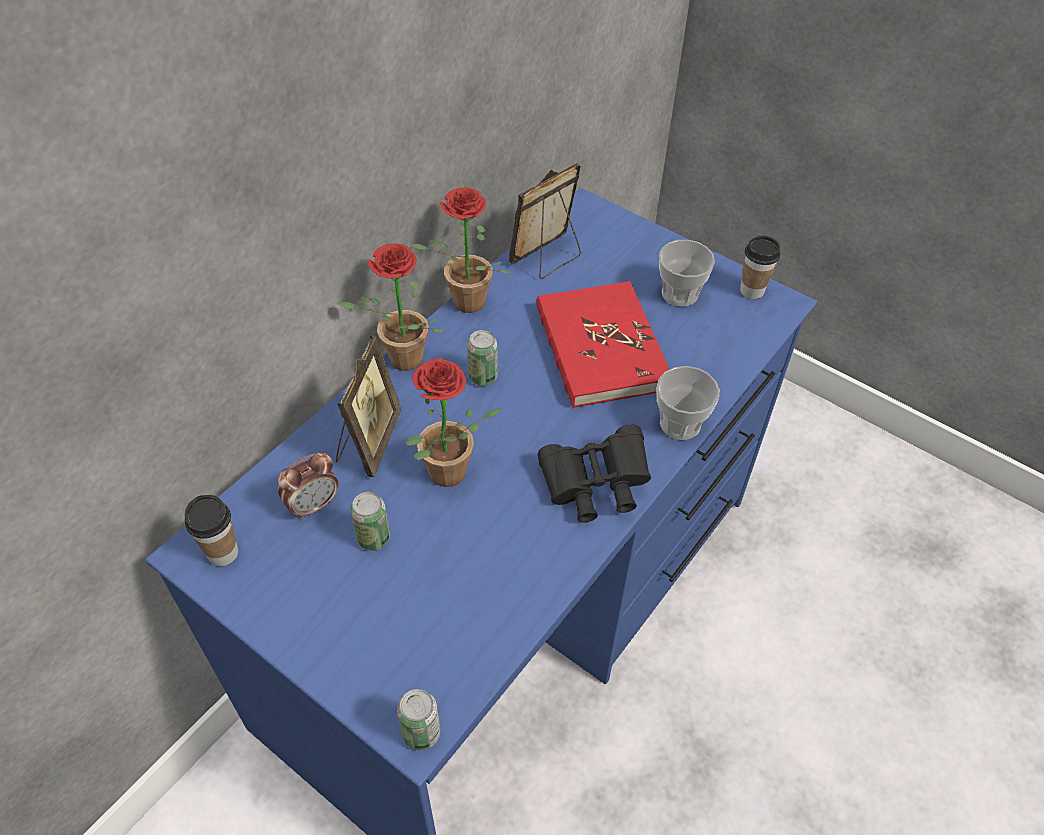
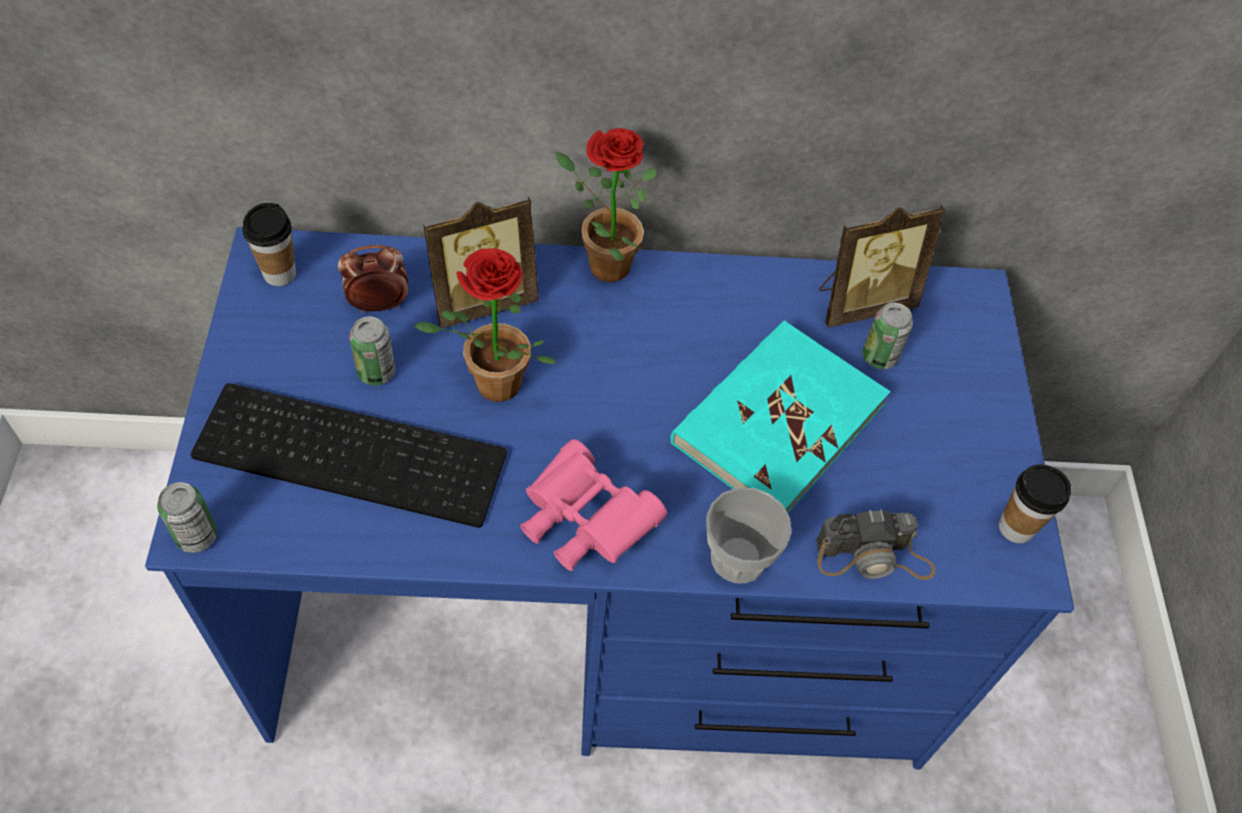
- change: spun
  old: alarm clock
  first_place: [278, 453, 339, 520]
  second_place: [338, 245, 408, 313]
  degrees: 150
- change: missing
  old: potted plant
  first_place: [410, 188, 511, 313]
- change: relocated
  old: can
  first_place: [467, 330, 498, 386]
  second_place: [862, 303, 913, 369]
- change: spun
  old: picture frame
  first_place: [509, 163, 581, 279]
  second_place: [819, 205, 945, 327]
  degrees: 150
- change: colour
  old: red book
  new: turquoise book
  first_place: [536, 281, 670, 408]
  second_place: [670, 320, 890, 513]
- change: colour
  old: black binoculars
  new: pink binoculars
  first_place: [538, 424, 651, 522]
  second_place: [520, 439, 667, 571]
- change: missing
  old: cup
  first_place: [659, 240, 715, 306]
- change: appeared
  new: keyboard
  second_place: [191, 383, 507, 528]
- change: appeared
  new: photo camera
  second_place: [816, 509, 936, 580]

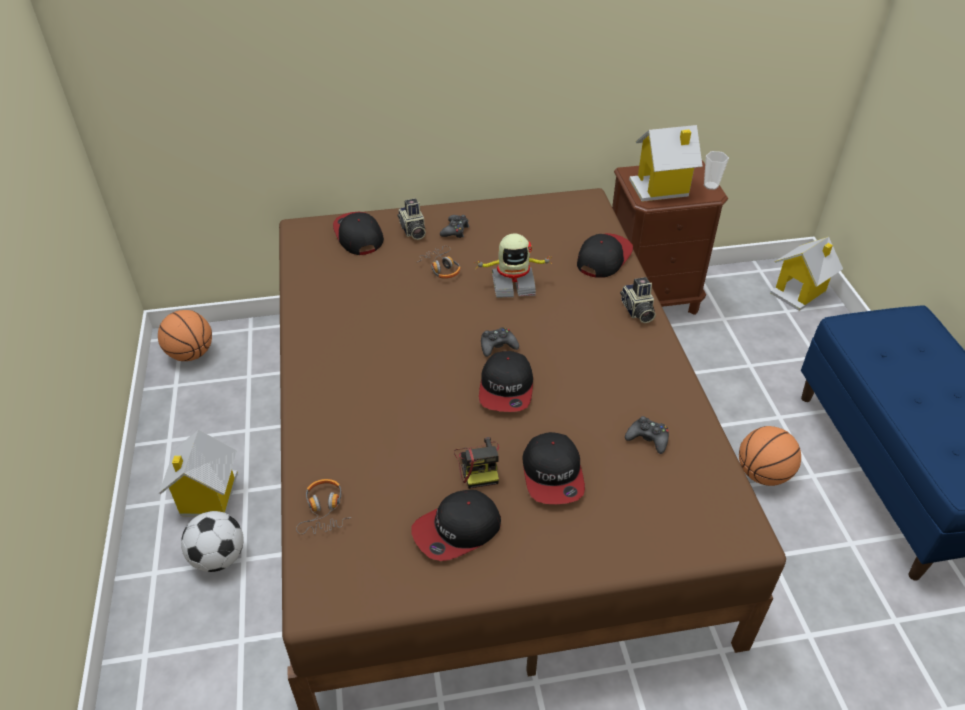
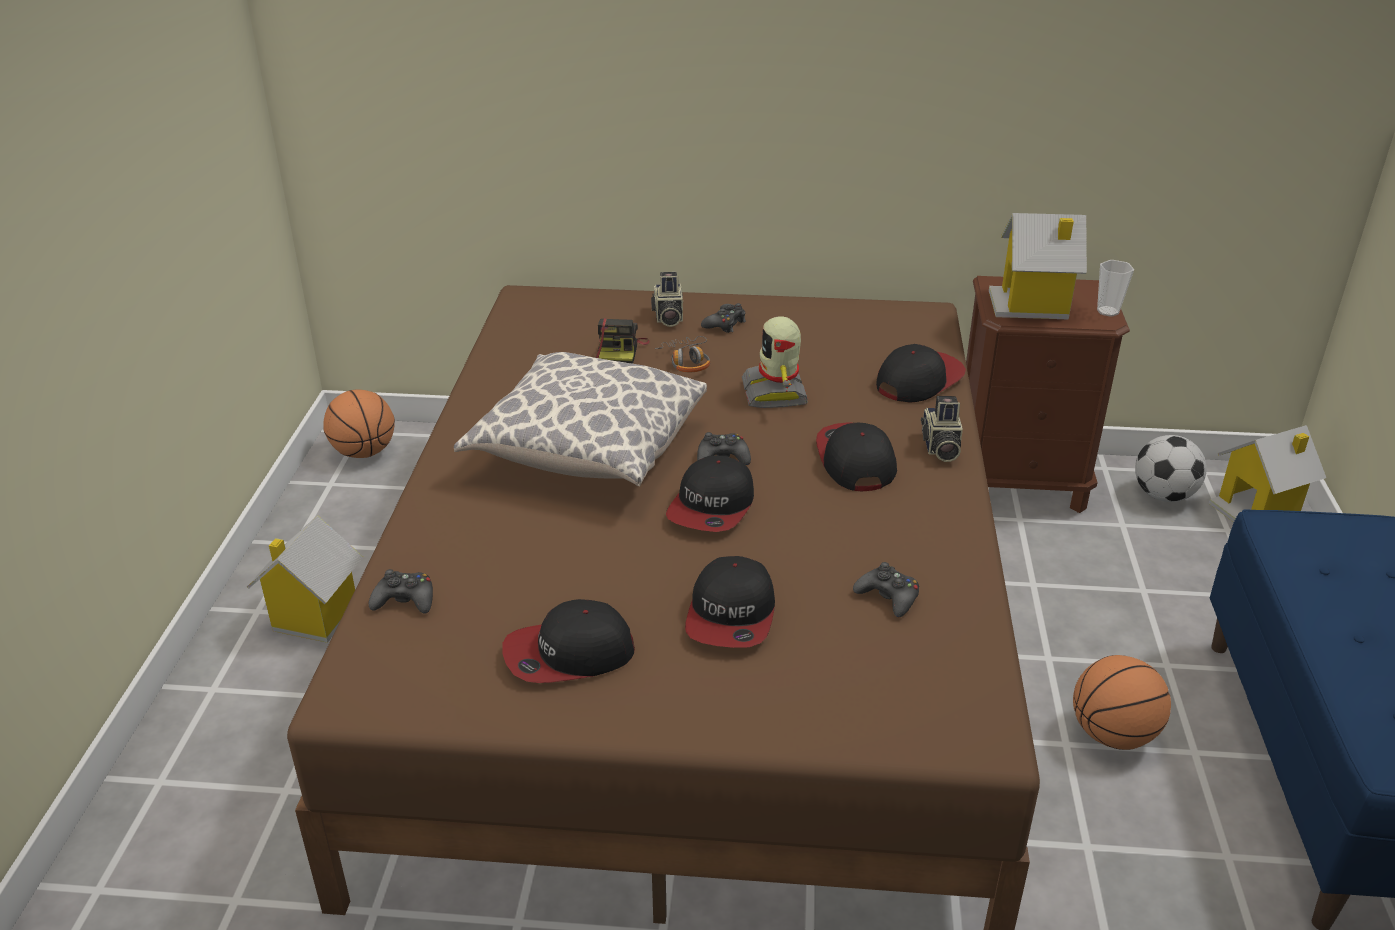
- change: relocated
  old: football
  first_place: [181, 511, 244, 572]
  second_place: [1135, 435, 1207, 502]
- change: exchanged
  old: headphones
  new: black game controller
  first_place: [296, 479, 352, 534]
  second_place: [369, 569, 433, 613]
- change: relocated
  old: cap
  first_place: [333, 212, 384, 255]
  second_place: [816, 422, 897, 492]
- change: relocated
  old: photo camera
  first_place: [454, 437, 499, 489]
  second_place: [596, 318, 650, 364]
- change: spun
  old: toy robot
  first_place: [474, 234, 553, 298]
  second_place: [742, 316, 808, 408]
  degrees: 75
- change: appeared
  new: pillow
  second_place: [454, 352, 707, 486]

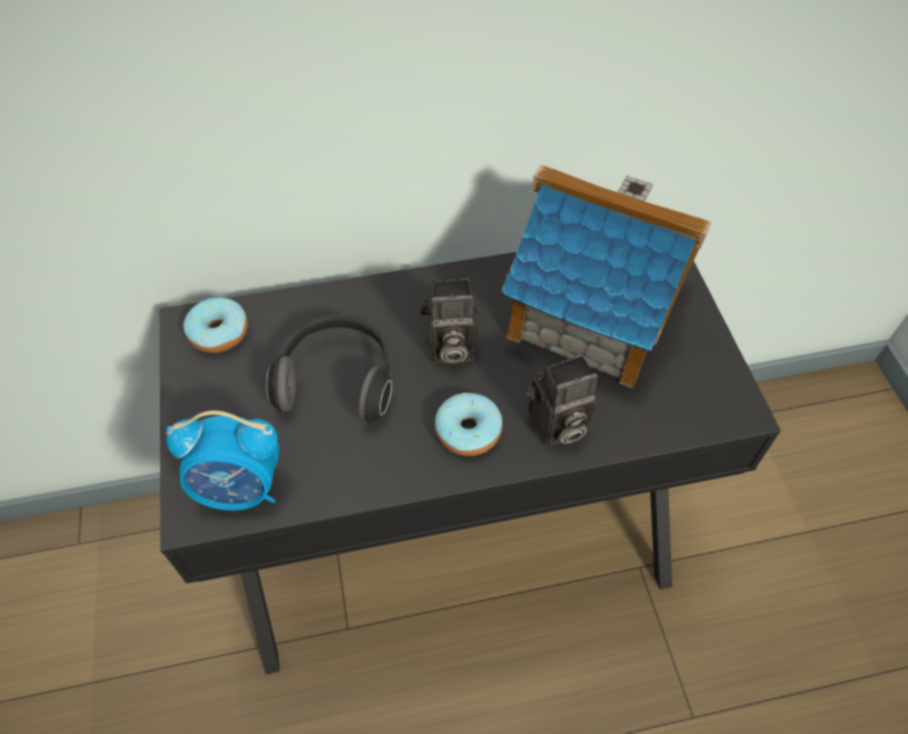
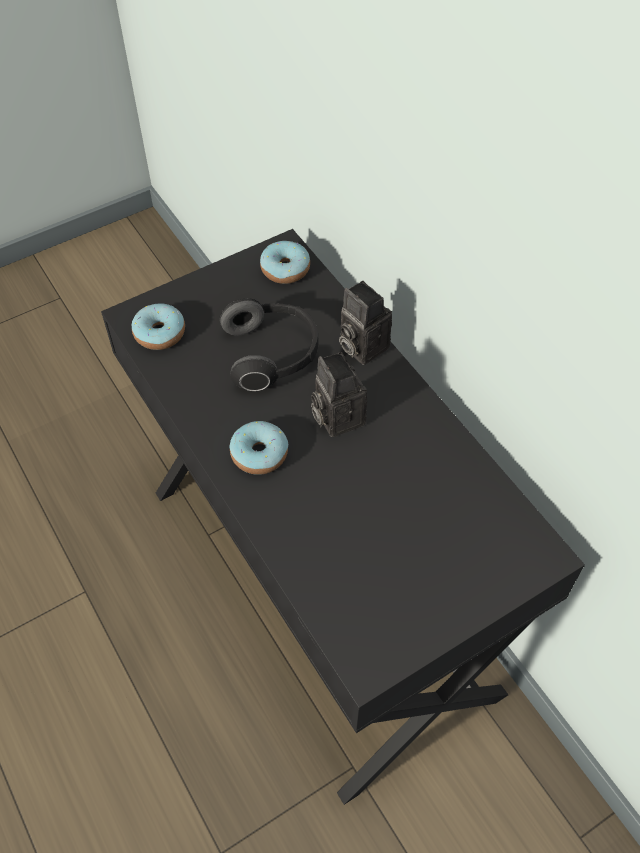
- change: exchanged
  old: alarm clock
  new: donut
  first_place: [166, 410, 280, 511]
  second_place: [132, 303, 185, 350]
- change: missing
  old: toy house
  first_place: [501, 164, 711, 389]
- change: relocated
  old: photo camera
  first_place: [526, 355, 598, 446]
  second_place: [339, 281, 392, 365]

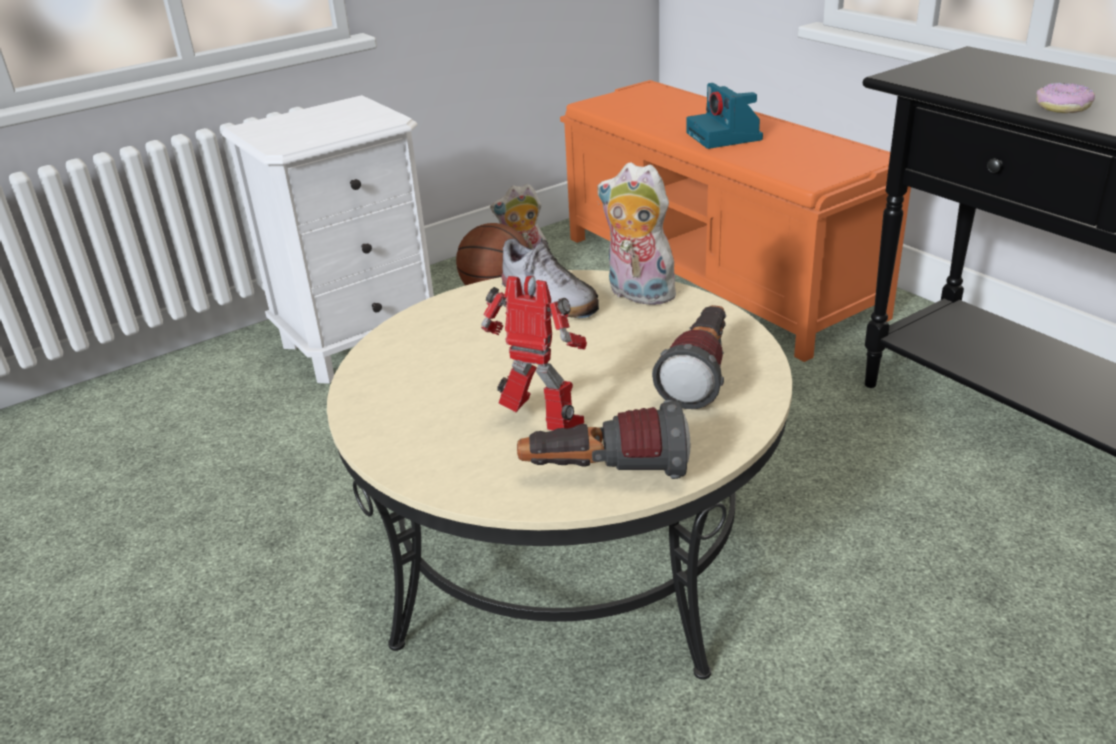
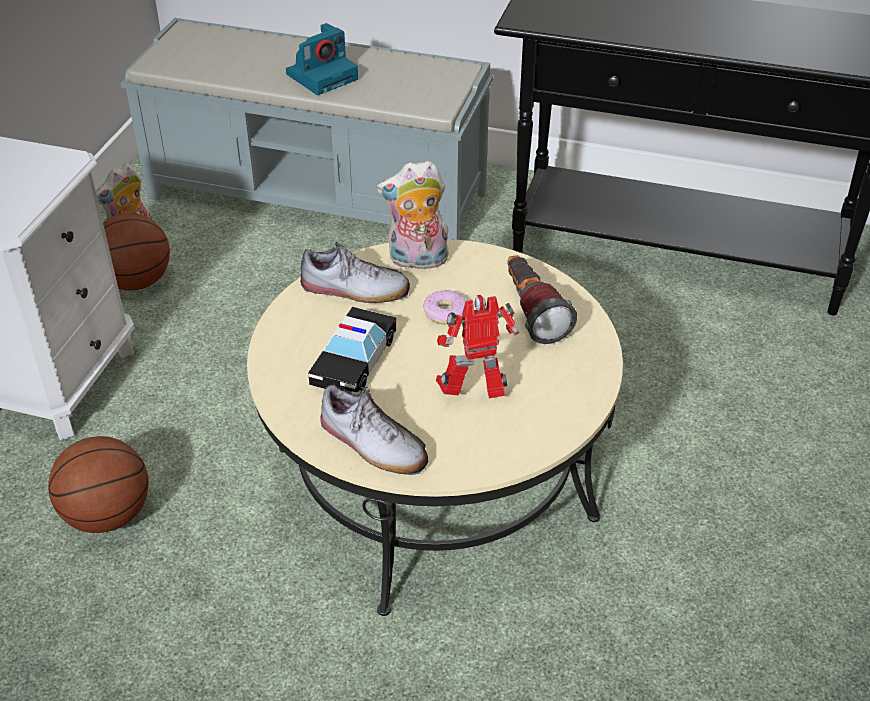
- change: missing
  old: flashlight
  first_place: [517, 400, 690, 479]
- change: colour
  old: orange bench
  new: grey bench
  first_place: [560, 80, 911, 362]
  second_place: [120, 18, 494, 240]
- change: spun
  old: photo camera
  first_place: [686, 83, 763, 149]
  second_place: [286, 23, 358, 95]
  degrees: -75
- change: relocated
  old: donut
  first_place: [1036, 83, 1095, 113]
  second_place: [423, 290, 466, 325]
- change: appeared
  new: basketball
  second_place: [48, 436, 149, 533]
- change: appeared
  new: toy car
  second_place: [308, 307, 396, 392]
- change: appeared
  new: shoe
  second_place: [320, 383, 428, 475]

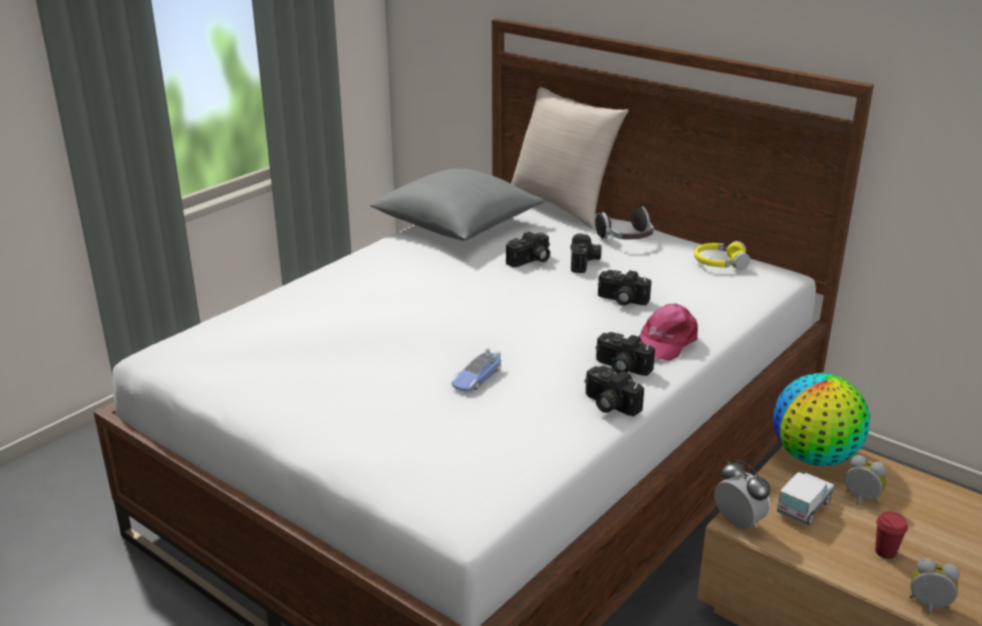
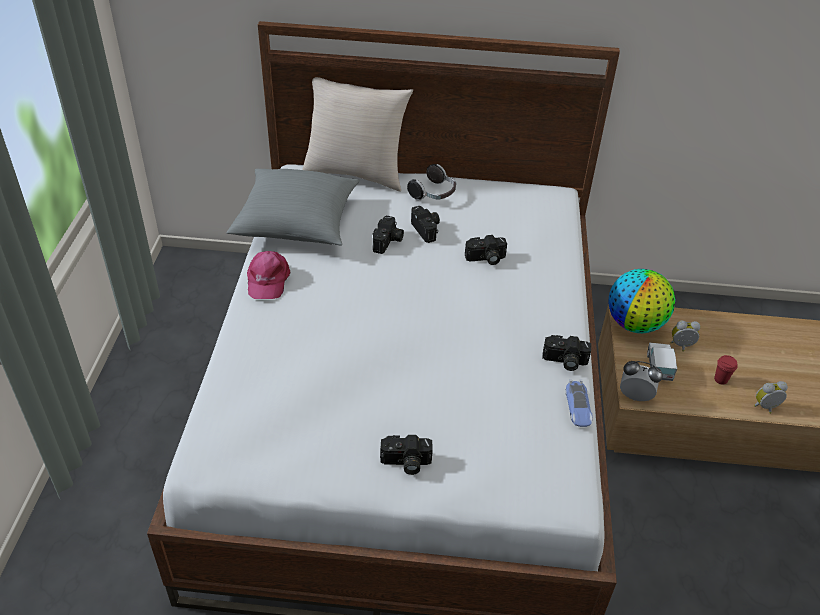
- change: relocated
  old: toy car
  first_place: [451, 348, 501, 392]
  second_place: [565, 379, 593, 427]
- change: relocated
  old: photo camera
  first_place: [596, 332, 655, 376]
  second_place: [380, 435, 433, 475]
- change: relocated
  old: pink cap
  first_place: [639, 303, 698, 361]
  second_place: [247, 251, 291, 299]
- change: missing
  old: yellow headphones
  first_place: [694, 241, 750, 270]

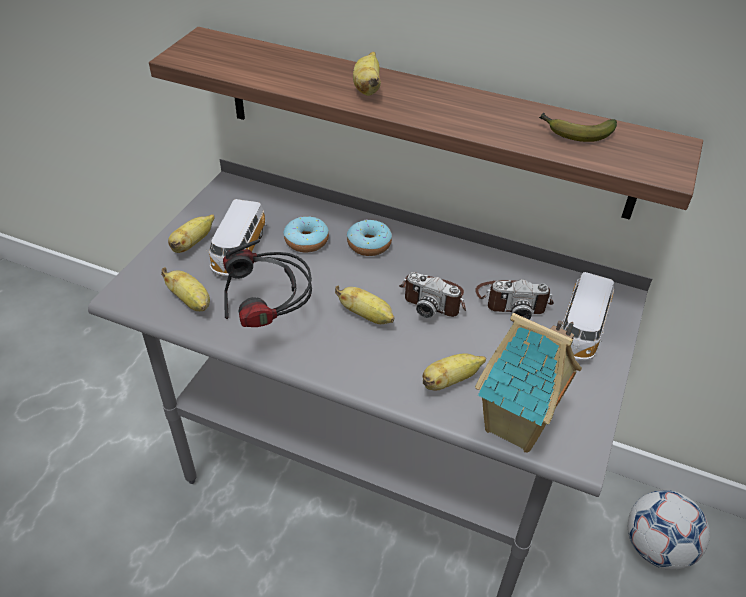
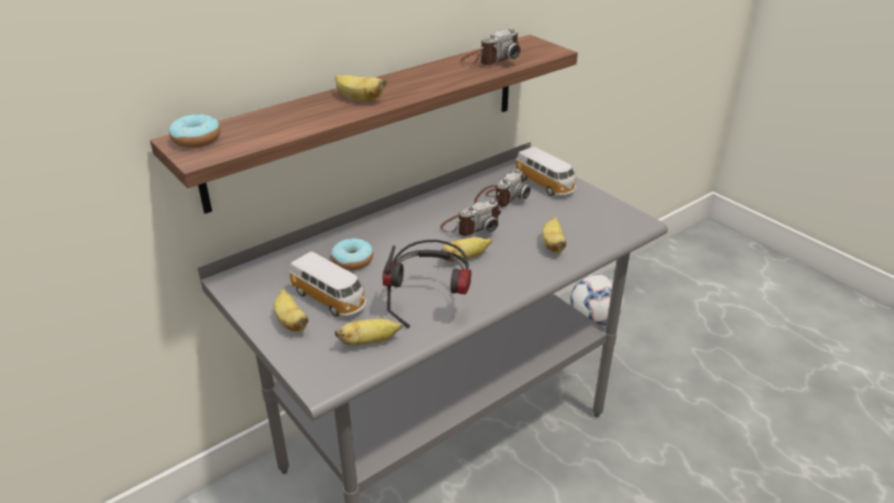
- change: relocated
  old: donut
  first_place: [347, 220, 392, 256]
  second_place: [169, 114, 220, 148]
- change: missing
  old: toy house
  first_place: [475, 313, 582, 453]
- change: exchanged
  old: banana
  new: photo camera
  first_place: [539, 113, 617, 142]
  second_place: [460, 29, 520, 65]

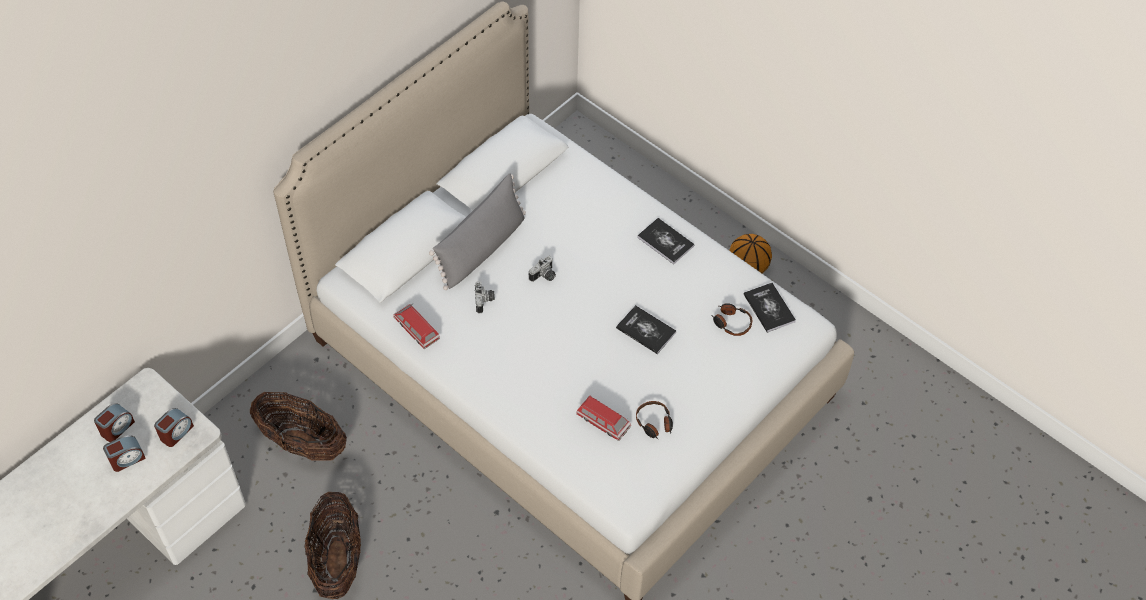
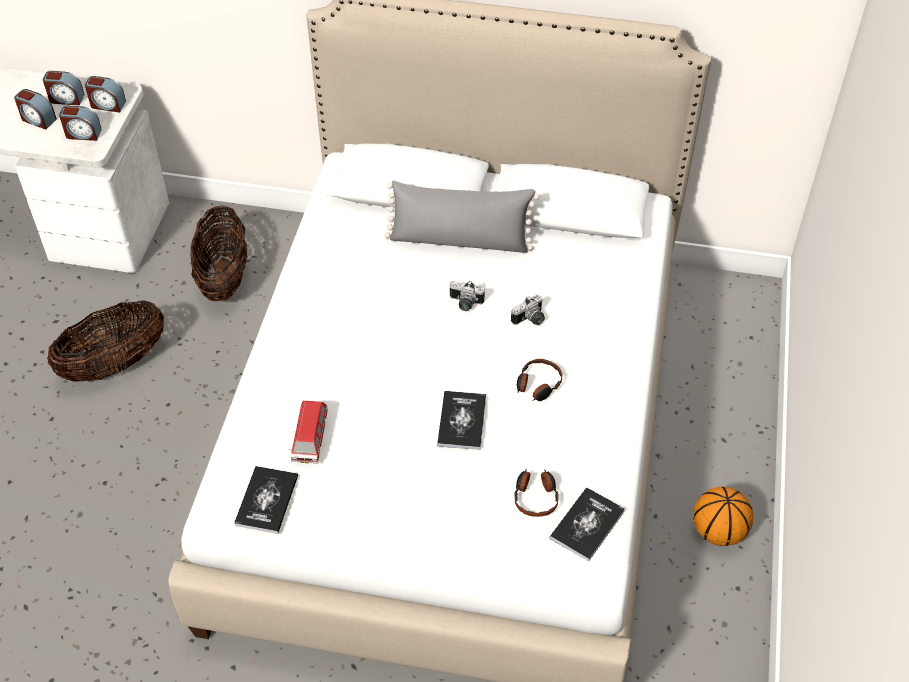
- change: missing
  old: toy car
  first_place: [393, 304, 440, 349]
- change: relocated
  old: photo camera
  first_place: [475, 281, 495, 313]
  second_place: [511, 294, 545, 325]
- change: relocated
  old: headphones
  first_place: [636, 401, 673, 439]
  second_place: [517, 359, 562, 401]
- change: relocated
  old: book
  first_place: [637, 218, 695, 264]
  second_place: [234, 466, 298, 534]
- change: appeared
  new: alarm clock
  second_place: [85, 76, 126, 113]

